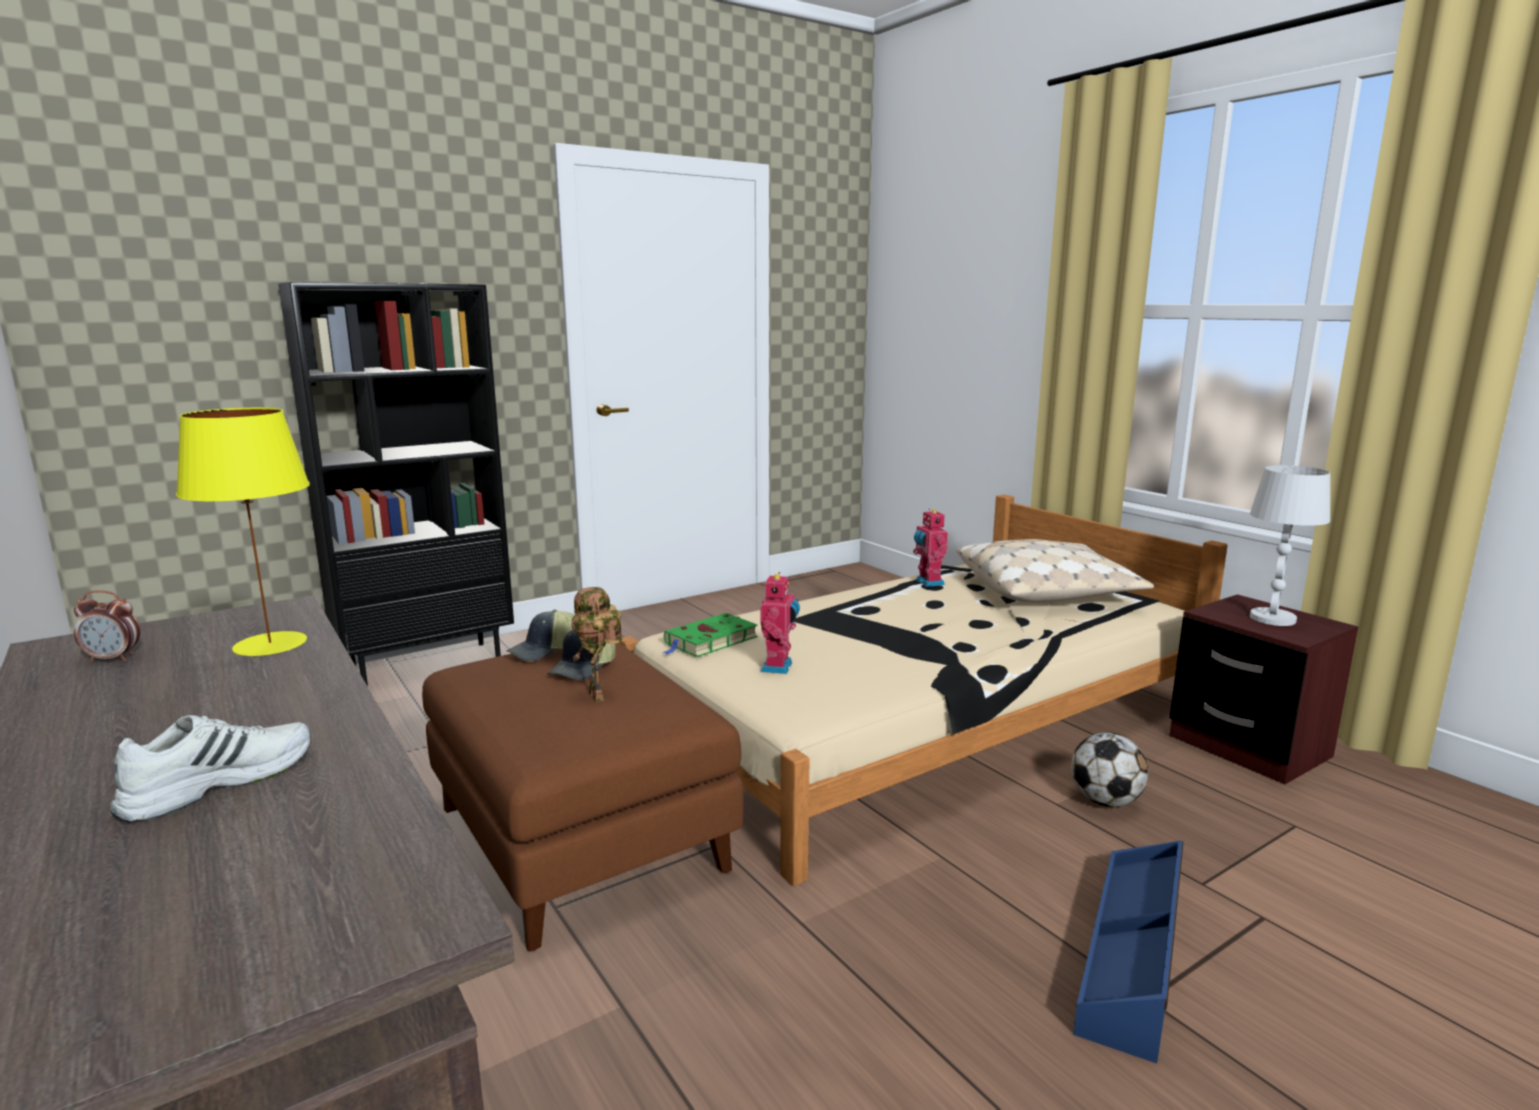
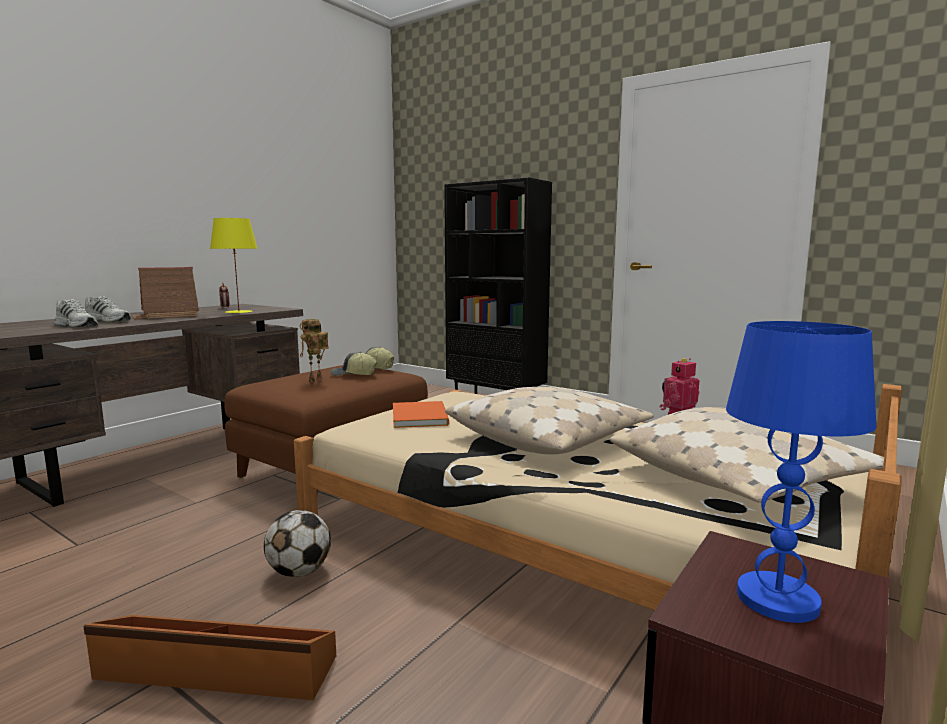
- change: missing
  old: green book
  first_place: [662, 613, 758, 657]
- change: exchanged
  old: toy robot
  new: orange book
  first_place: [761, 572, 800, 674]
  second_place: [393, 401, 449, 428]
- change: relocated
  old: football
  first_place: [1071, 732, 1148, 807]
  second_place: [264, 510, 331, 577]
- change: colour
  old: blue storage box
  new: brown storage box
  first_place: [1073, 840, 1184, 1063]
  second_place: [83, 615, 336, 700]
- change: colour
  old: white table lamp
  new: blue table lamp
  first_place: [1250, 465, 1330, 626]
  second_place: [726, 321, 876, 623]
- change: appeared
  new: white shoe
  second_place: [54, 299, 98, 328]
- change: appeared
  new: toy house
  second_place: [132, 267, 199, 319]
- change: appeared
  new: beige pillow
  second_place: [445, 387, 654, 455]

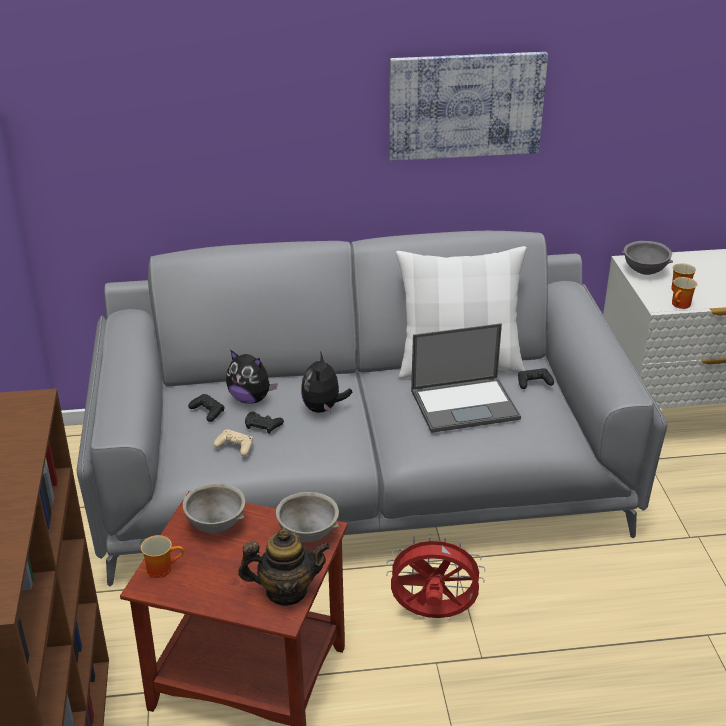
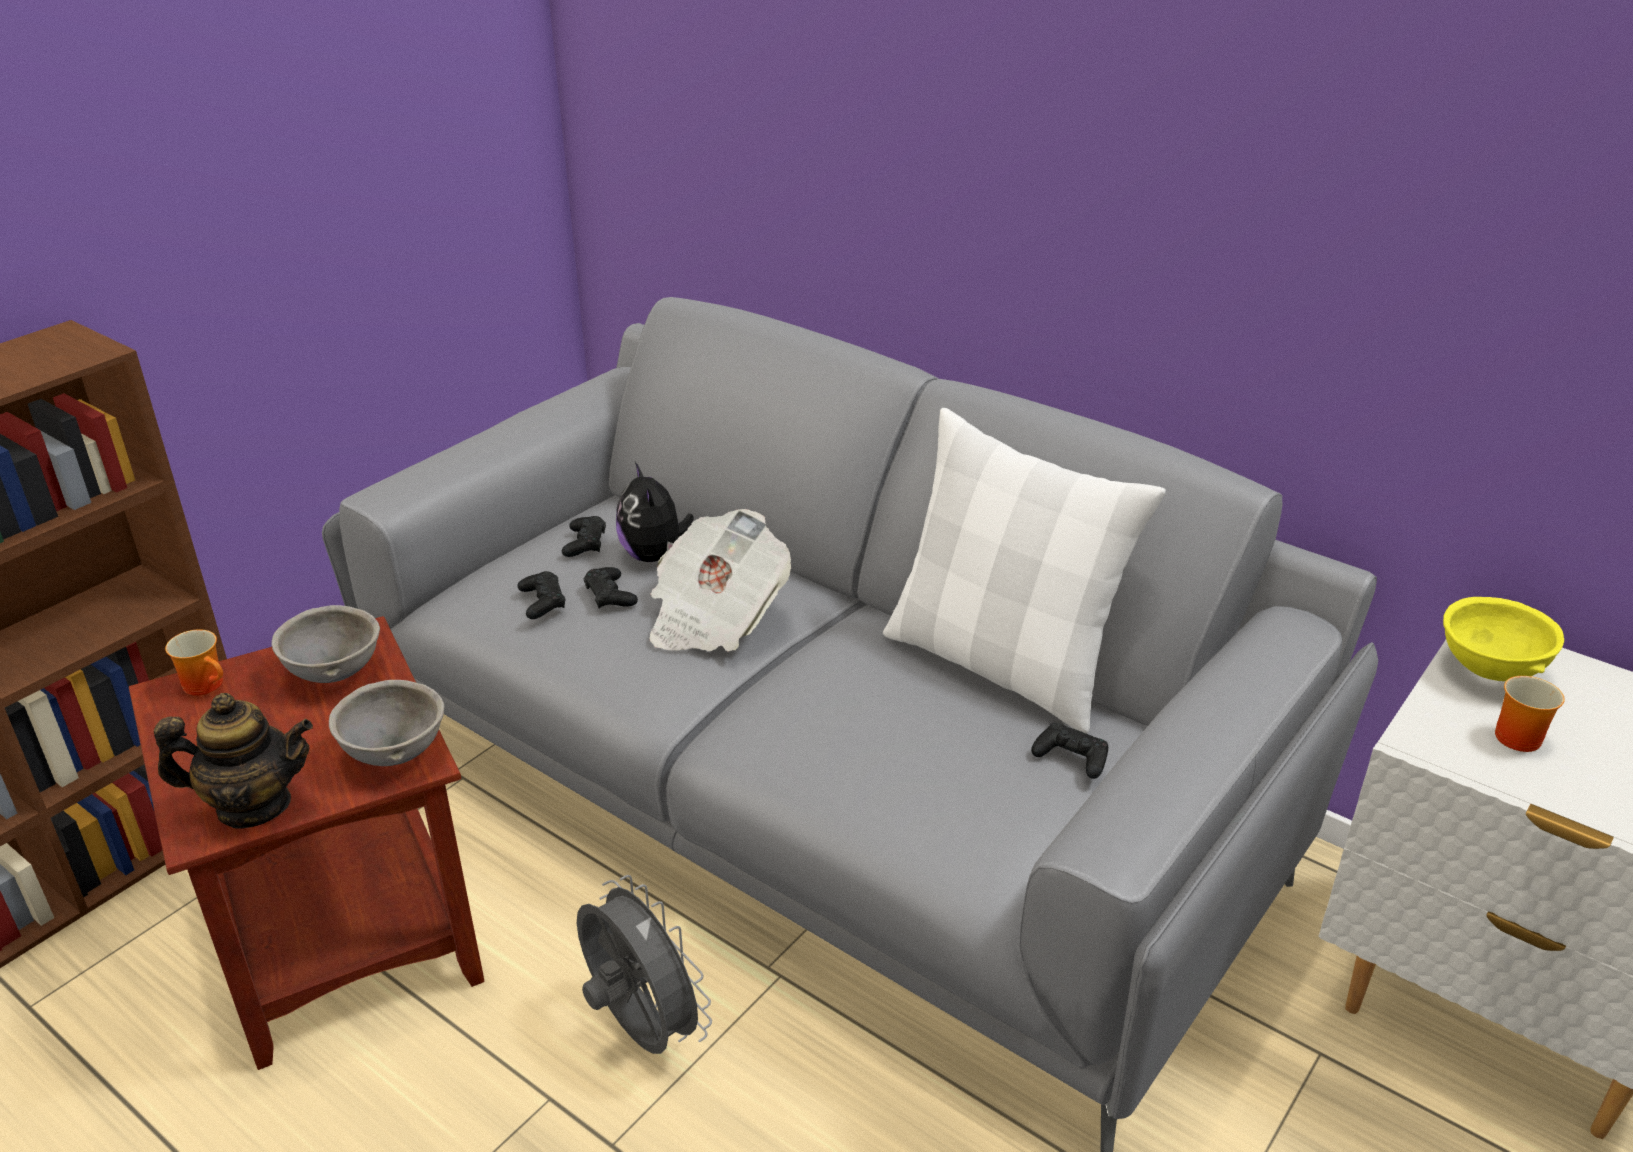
- change: colour
  old: beige game controller
  new: black game controller
  first_place: [214, 429, 253, 456]
  second_place: [517, 571, 566, 619]
- change: spun
  old: teapot
  first_place: [238, 528, 331, 606]
  second_place: [154, 693, 313, 829]
  degrees: -45
- change: exchanged
  old: plush toy
  new: newspaper
  first_place: [301, 351, 352, 413]
  second_place: [650, 509, 791, 652]
- change: colour
  old: red fan
  new: grey fan
  first_place: [386, 533, 486, 618]
  second_place: [577, 875, 712, 1054]
- change: missing
  old: picture
  first_place: [389, 52, 548, 161]
- change: missing
  old: laptop
  first_place: [411, 323, 521, 433]
- change: colour
  old: grey bowl
  new: yellow bowl
  first_place: [622, 241, 673, 275]
  second_place: [1443, 597, 1564, 681]
- change: missing
  old: mug
  first_place: [672, 277, 697, 309]

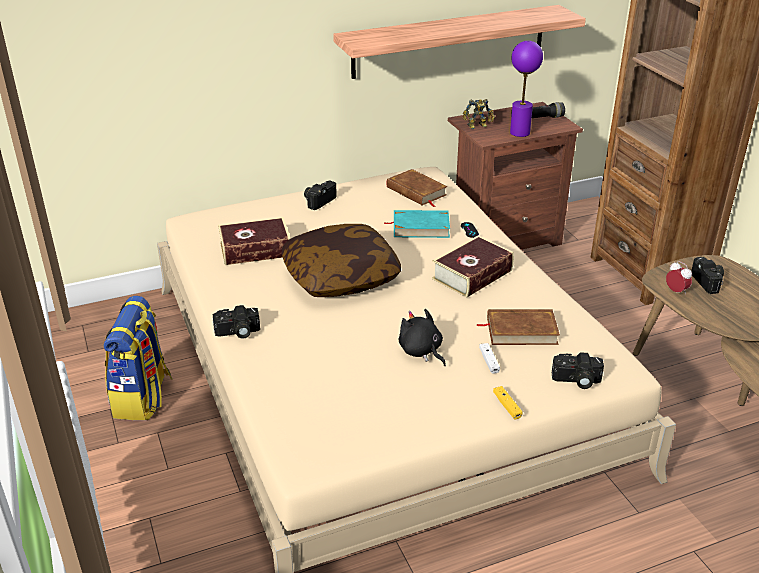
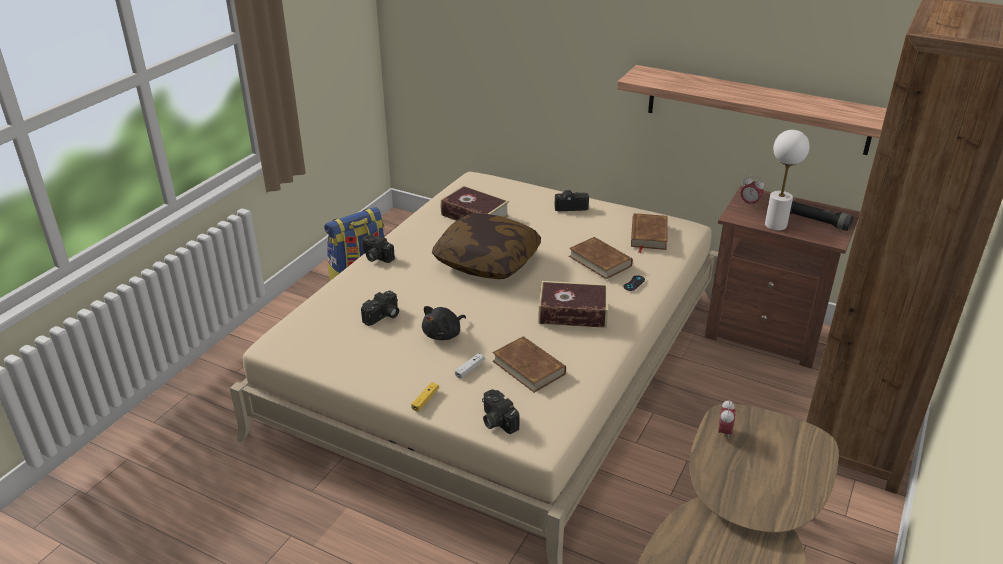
- change: colour
  old: turquoise book
  new: brown book
  first_place: [384, 210, 450, 238]
  second_place: [569, 237, 633, 279]
- change: spun
  old: black plush toy
  first_place: [399, 309, 446, 366]
  second_place: [422, 306, 466, 340]
  degrees: -150
- change: exchanged
  old: toy robot
  new: alarm clock
  first_place: [462, 99, 495, 129]
  second_place: [741, 176, 764, 207]
- change: colour
  old: purple table lamp
  new: white table lamp
  first_place: [510, 41, 543, 137]
  second_place: [765, 130, 810, 231]
- change: relocated
  old: photo camera
  first_place: [691, 257, 724, 294]
  second_place: [361, 291, 399, 326]

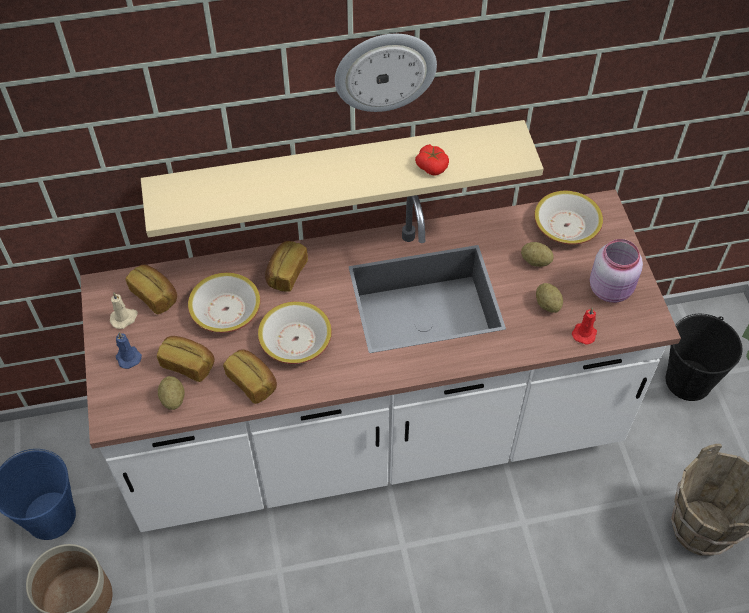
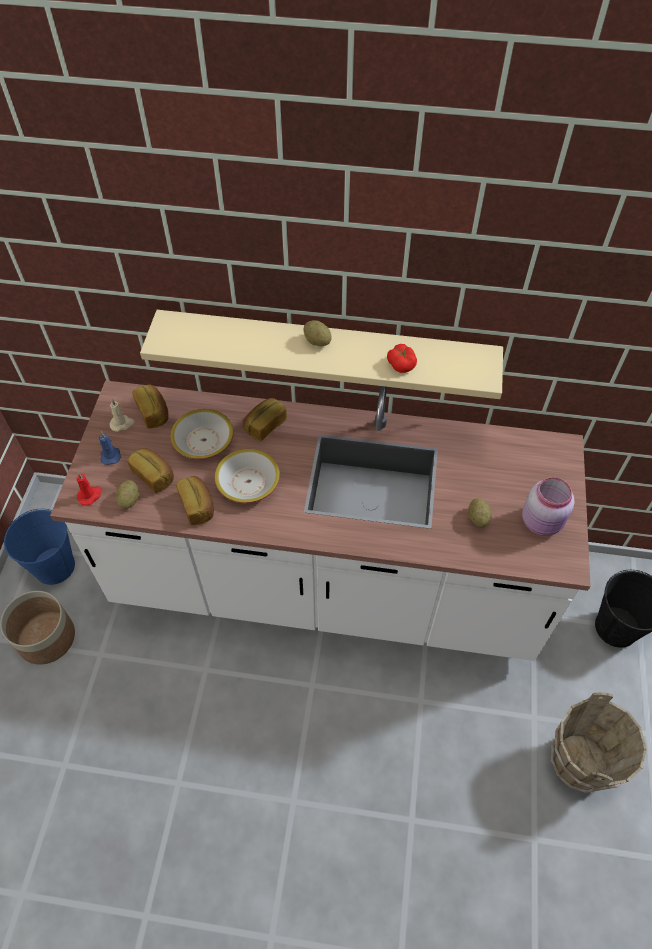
- change: missing
  old: wall clock
  first_place: [335, 34, 437, 112]
- change: relocated
  old: potato
  first_place: [521, 242, 554, 267]
  second_place: [303, 320, 332, 347]
- change: missing
  old: bowl
  first_place: [534, 191, 603, 245]
- change: relocated
  old: red candle
  first_place: [572, 307, 597, 345]
  second_place: [76, 472, 102, 506]

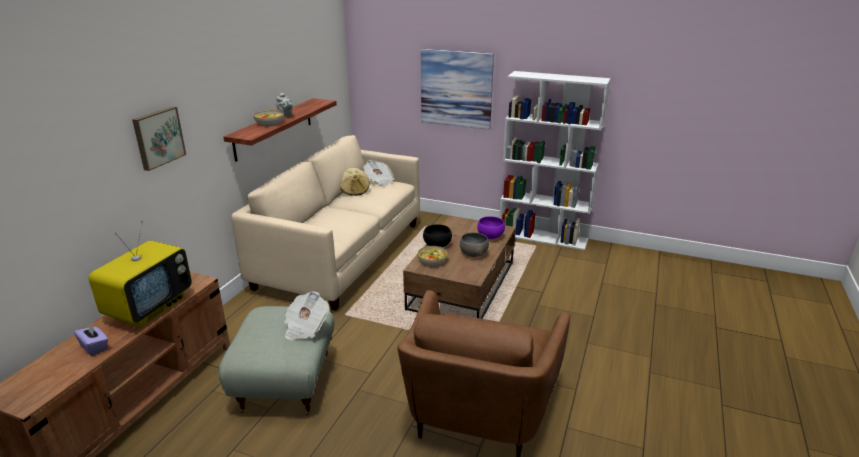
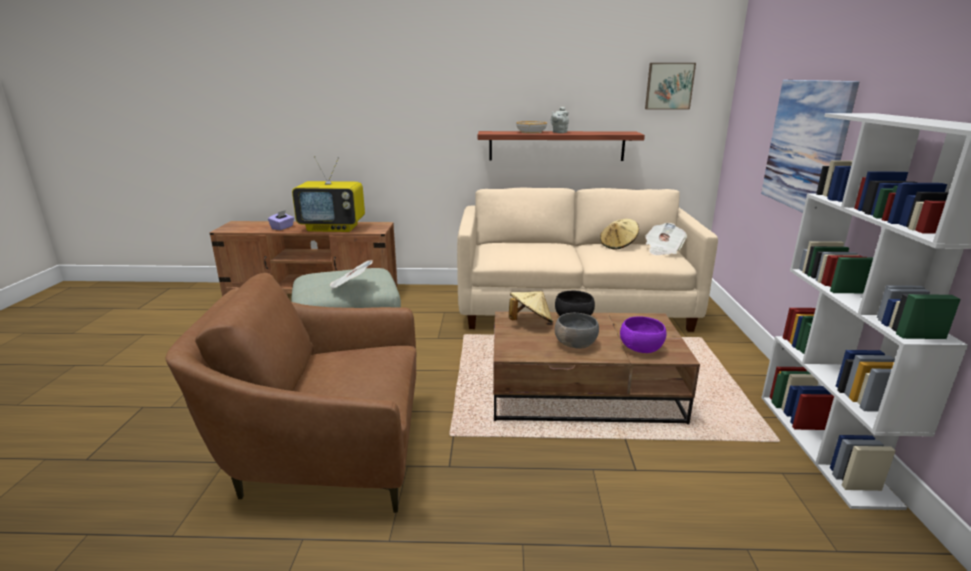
- change: relocated
  old: picture
  first_place: [132, 106, 186, 171]
  second_place: [645, 63, 696, 109]
- change: exchanged
  old: bowl
  new: beige hat
  first_place: [418, 246, 448, 266]
  second_place: [509, 291, 553, 323]

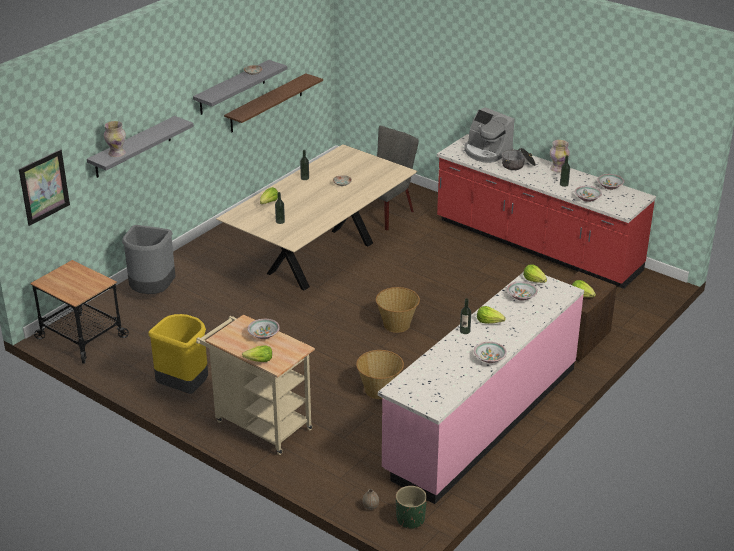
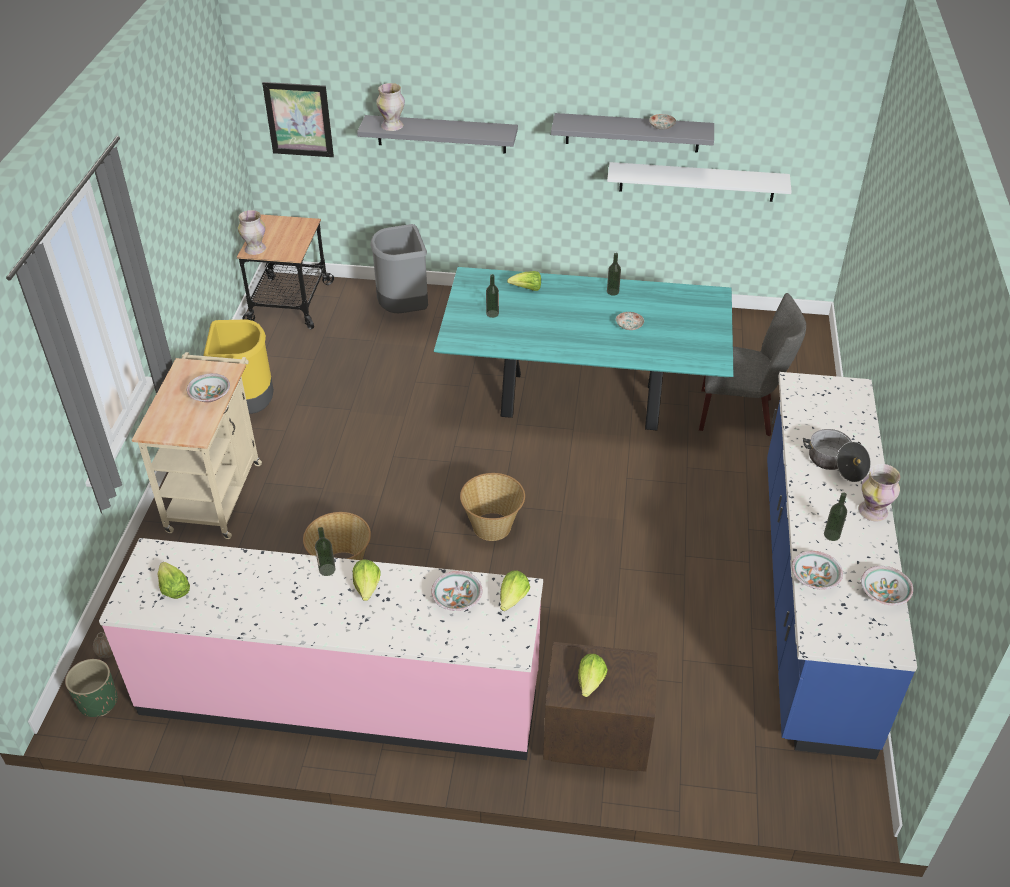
- change: colour
  old: beige dining table
  new: turquoise dining table
  first_place: [216, 144, 418, 291]
  second_place: [434, 267, 734, 430]
- change: colour
  old: brown shelf
  new: white shelf
  first_place: [224, 73, 323, 132]
  second_place: [607, 162, 792, 202]
- change: relocated
  old: lettuce
  first_place: [242, 345, 272, 362]
  second_place: [157, 562, 190, 599]
- change: colour
  old: red counter
  new: blue counter
  first_place: [437, 134, 656, 289]
  second_place: [767, 372, 917, 759]
- change: missing
  old: coffee machine
  first_place: [464, 107, 514, 163]
- change: missing
  old: bowl
  first_place: [474, 342, 507, 363]
- change: appeared
  new: vase
  second_place: [238, 210, 266, 255]

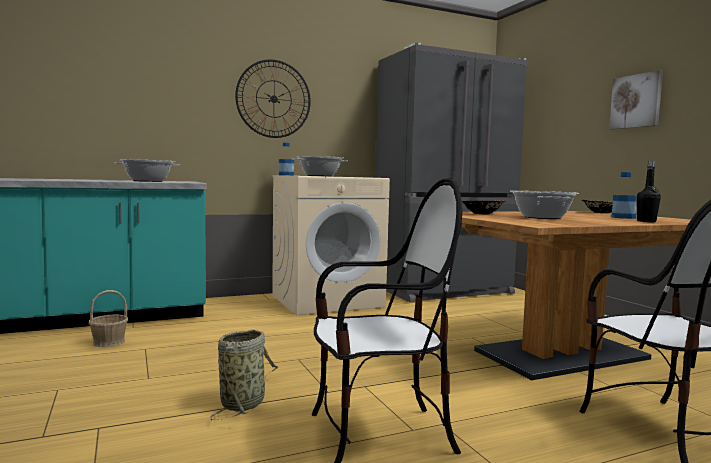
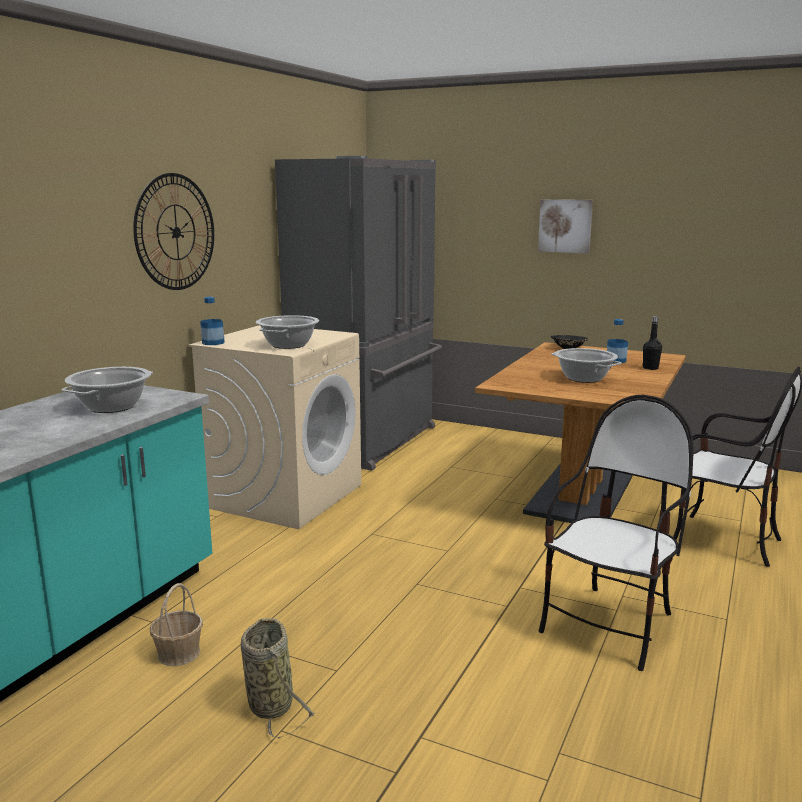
- change: relocated
  old: basket
  first_place: [210, 330, 278, 420]
  second_place: [241, 618, 316, 738]
- change: missing
  old: black bowl
  first_place: [462, 200, 506, 214]

